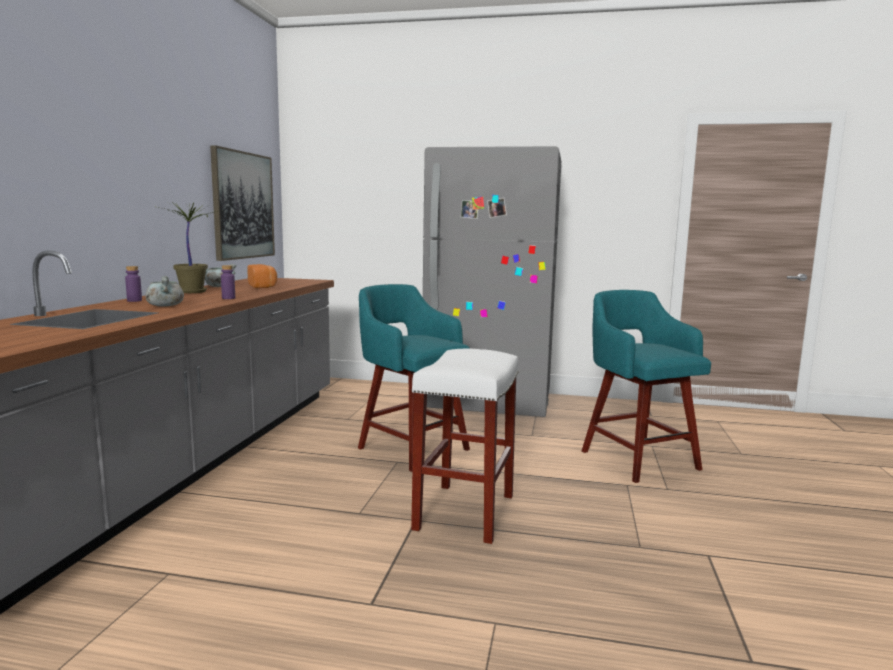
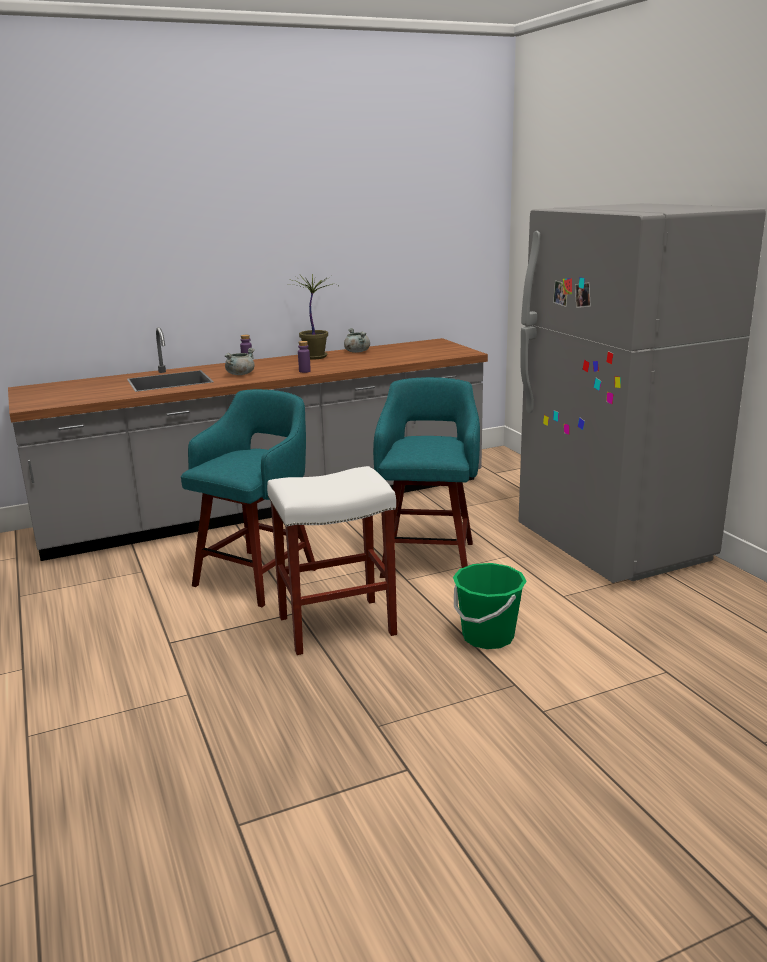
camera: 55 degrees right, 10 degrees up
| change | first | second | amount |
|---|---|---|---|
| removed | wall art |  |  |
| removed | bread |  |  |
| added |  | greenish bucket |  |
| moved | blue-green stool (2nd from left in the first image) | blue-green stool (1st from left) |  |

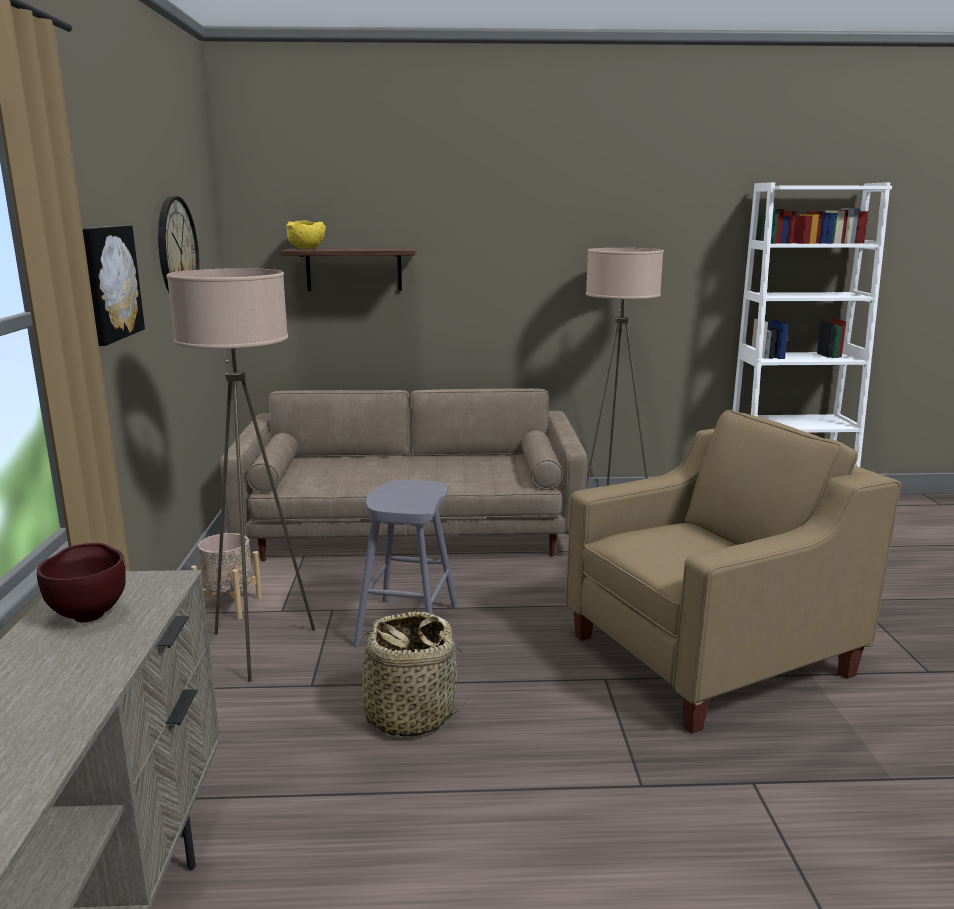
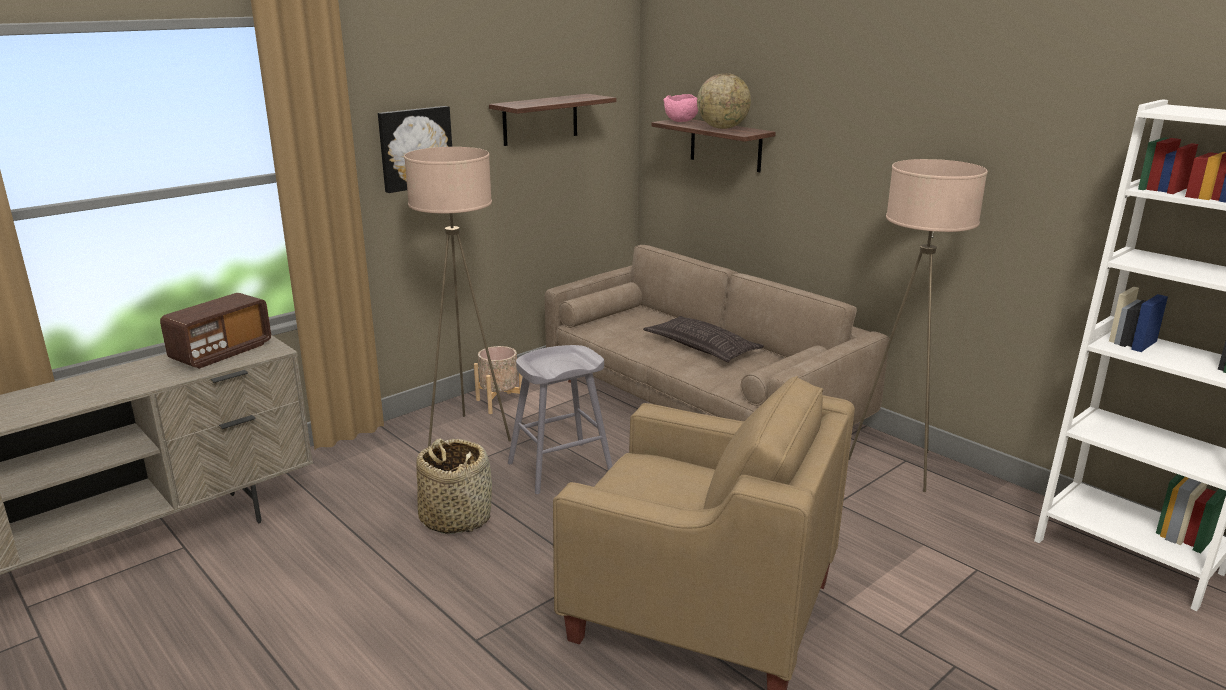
camera: 50 degrees right, 5 degrees up
| change | first | second | amount |
|---|---|---|---|
| added |  | throw pillow |  |
| added |  | desk globe |  |
| replaced | brown serving bowl | radio receiver |  |
| replaced | hanging clock | shelf (1st from left) |  |
| recoloured | yellow serving bowl | pinkish serving bowl |  |

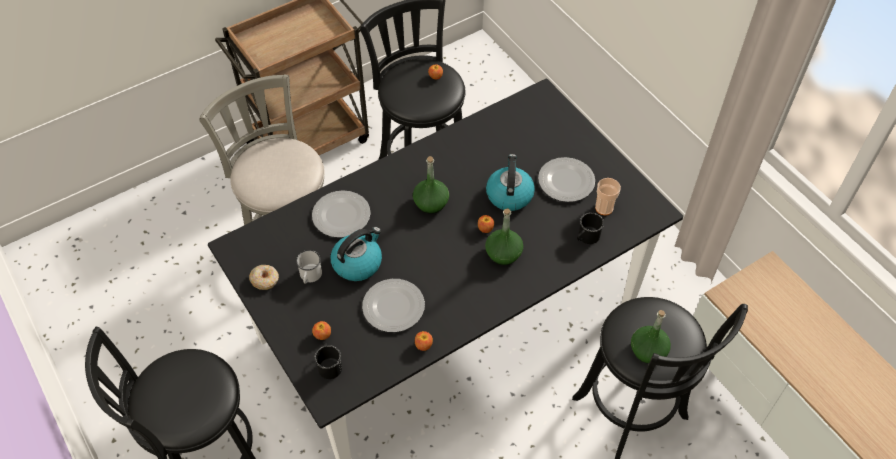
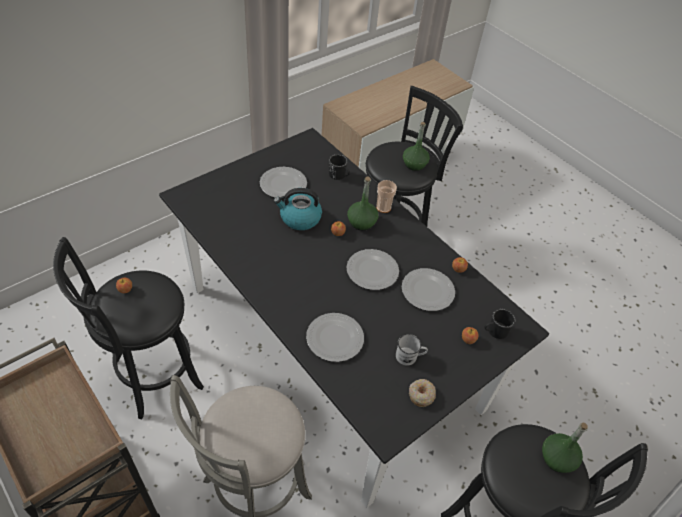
camera: 100 degrees left, 5 degrees down
| change | first | second | amount |
|---|---|---|---|
| removed | tea kettle (1st from left) |  |  |
| added |  | dinner plate (3rd from left) |  |
| moved | greenish drink bottle (1st from left in the first image) | greenish drink bottle (3rd from left) |  |
| moved | small cup |  |  |

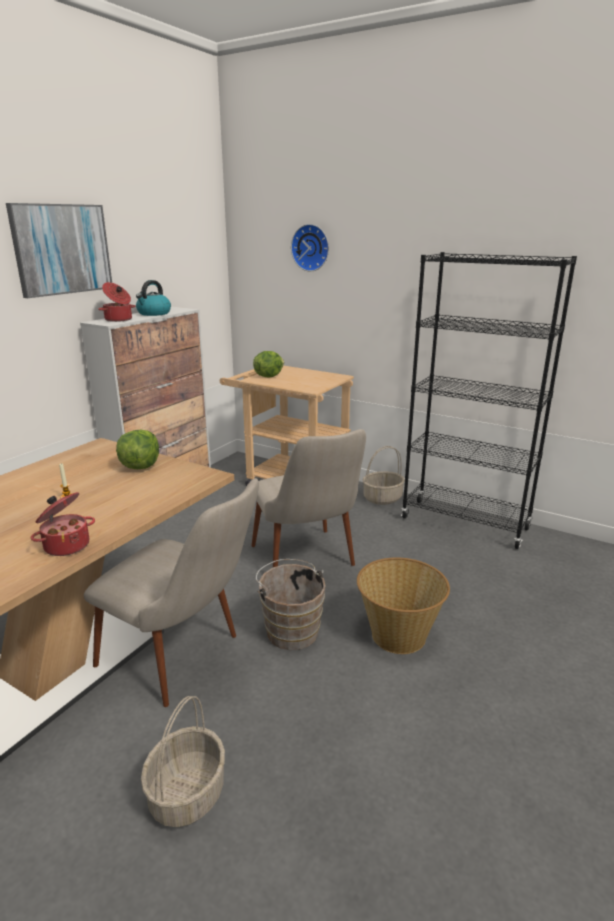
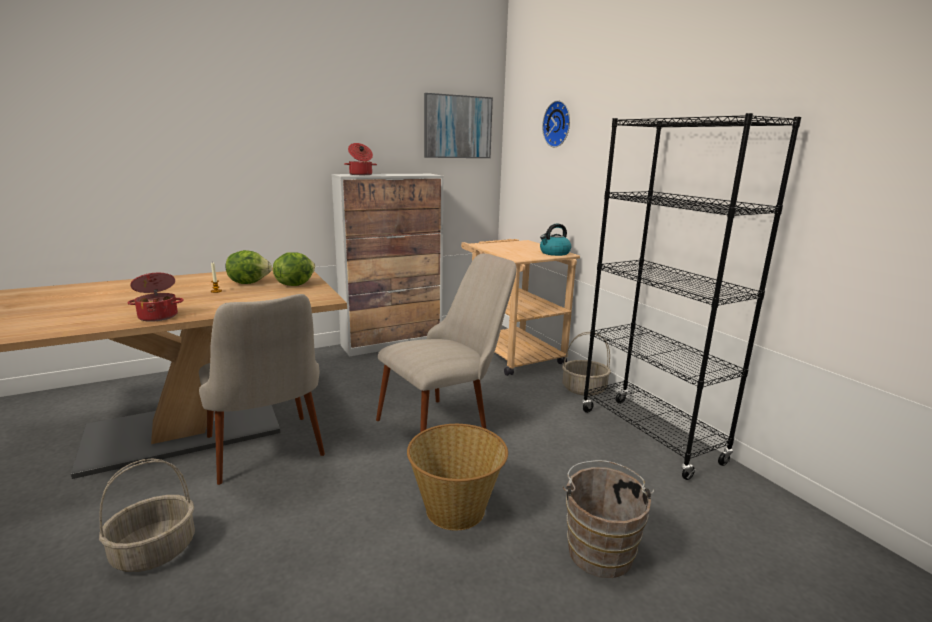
camera: 30 degrees right, 5 degrees down
| change | first | second | amount |
|---|---|---|---|
| moved | wall art |  |  |
| moved | tea kettle |  |  |
| moved | lettuce (2nd from left in the first image) | lettuce (1st from left) |  |
| moved | brown bucket |  |  |
| turned | beige chair (2nd from left) |  | 135 degrees counterclockwise |

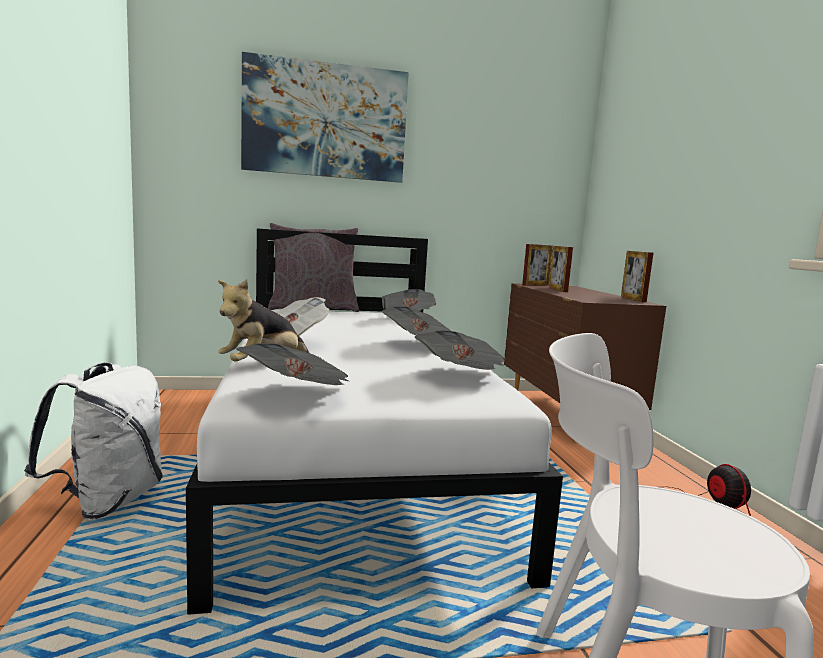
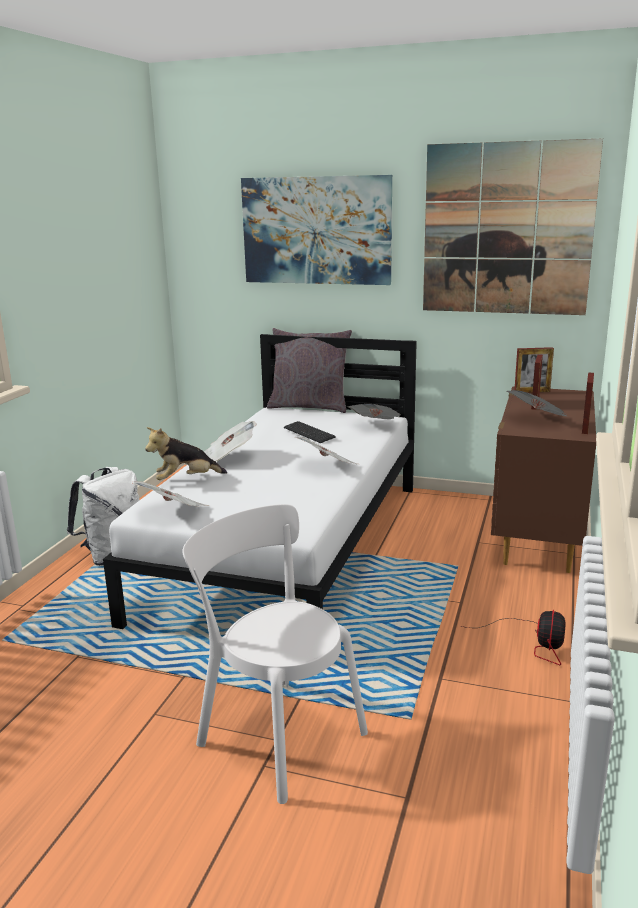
camera: 30 degrees right, 10 degrees up
| change | first | second | amount |
|---|---|---|---|
| added |  | PC keyboard |  |
| added |  | wall art (2nd from left) |  |
| moved | printed paper (5th from left) |  |  |

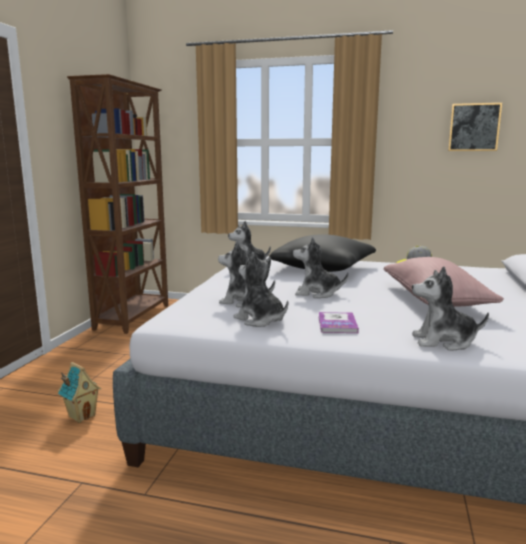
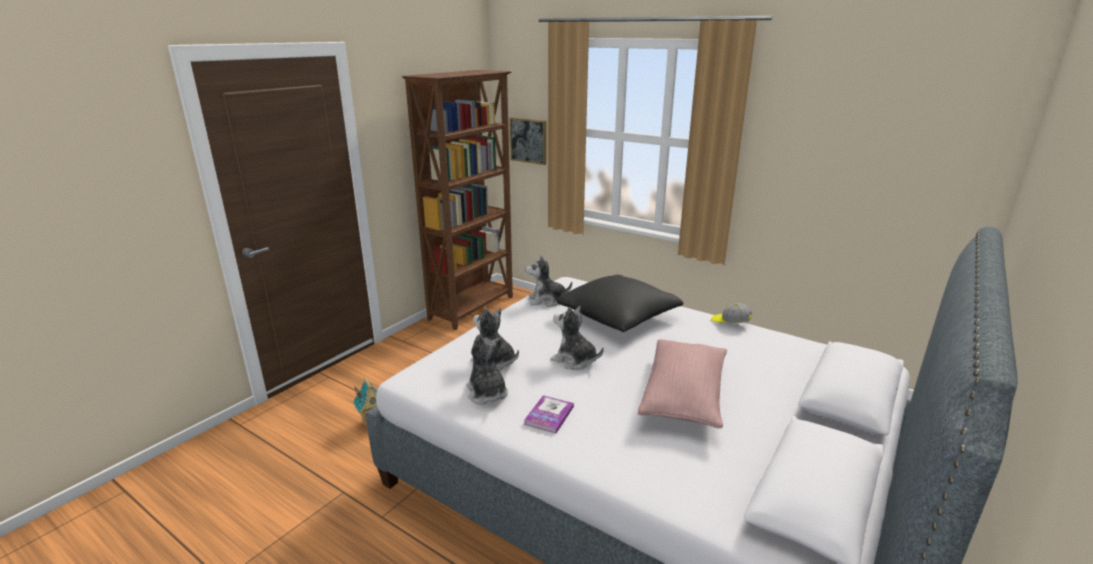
camera: 20 degrees right, 10 degrees up
| change | first | second | amount |
|---|---|---|---|
| removed | soft toy (5th from left) |  |  |
| moved | wall art |  |  |

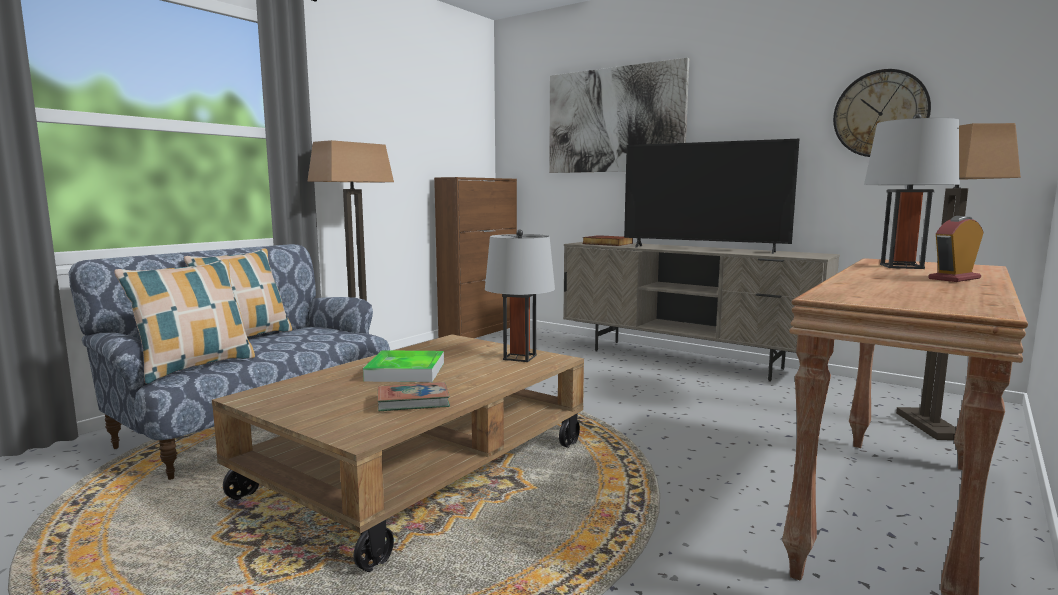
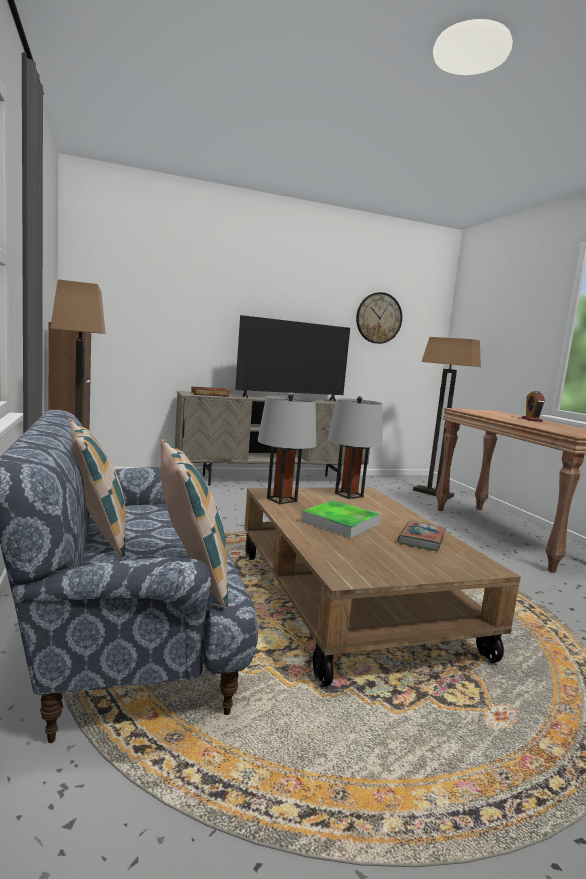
camera: 55 degrees left, 0 degrees up
| change | first | second | amount |
|---|---|---|---|
| removed | wall art |  |  |
| moved | grey lamp for a table (2nd from left in the first image) | grey lamp for a table (1st from left) |  |

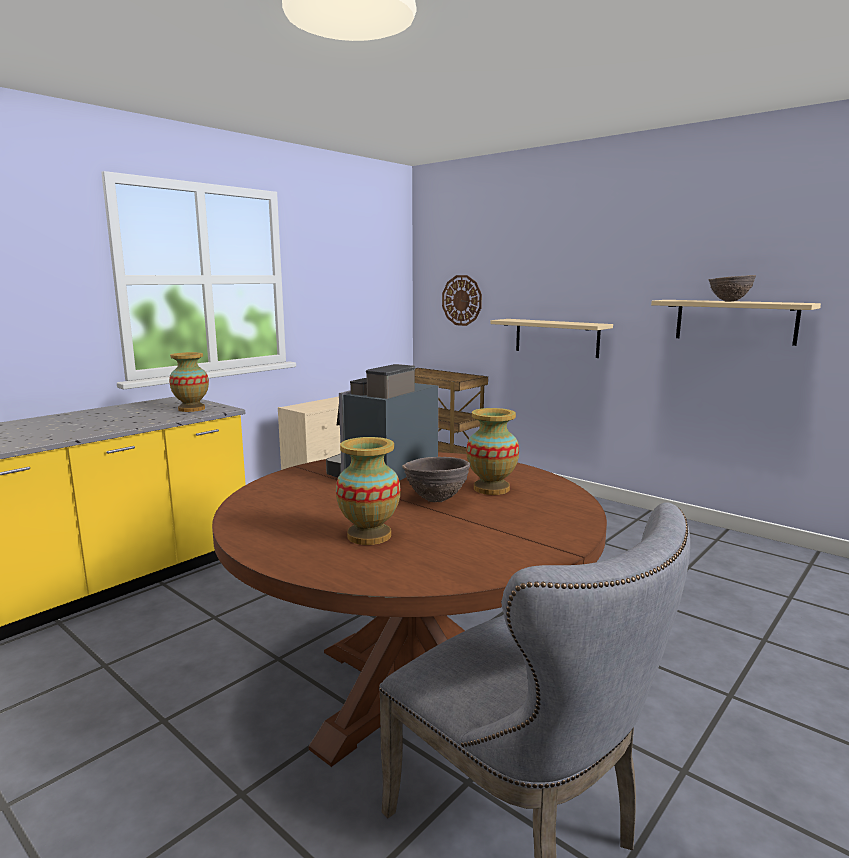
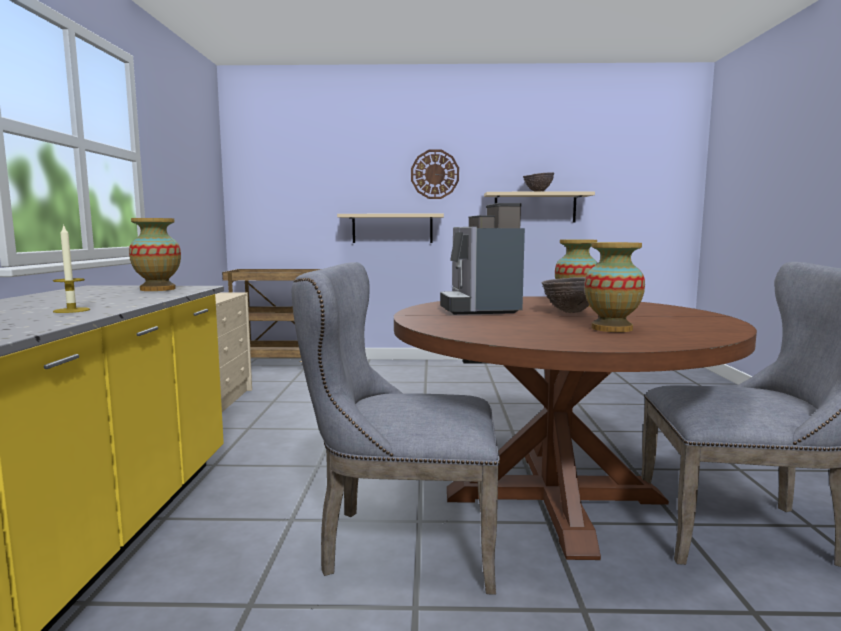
camera: 40 degrees left, 5 degrees down
| change | first | second | amount |
|---|---|---|---|
| added |  | candle |  |
| added |  | grey chair (1st from left) |  |
| moved | hanging clock |  |  |

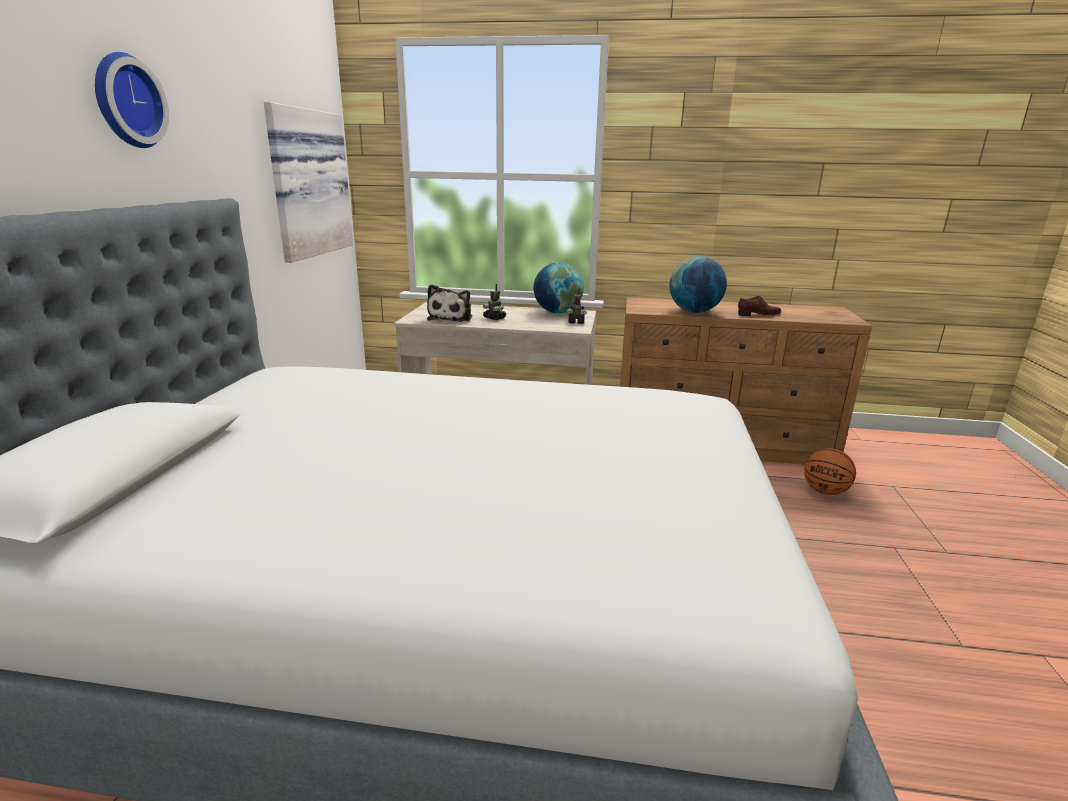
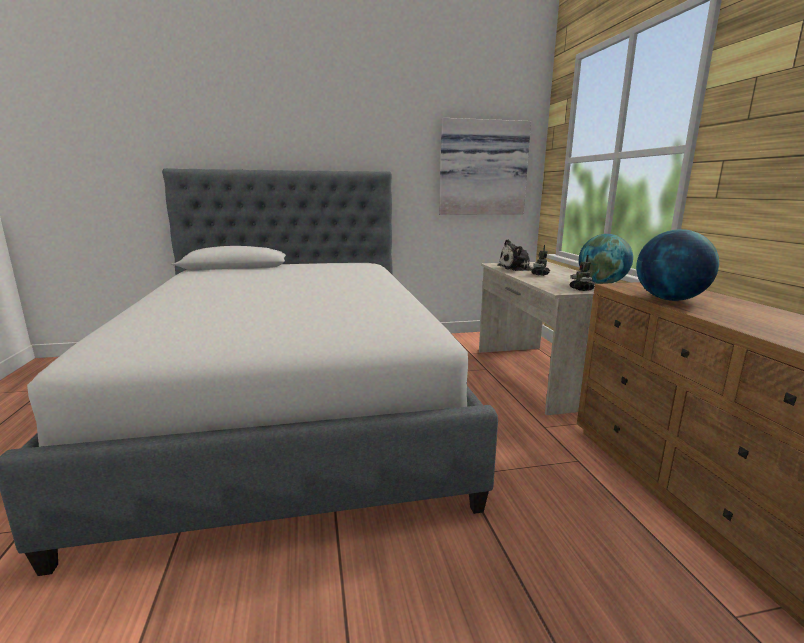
camera: 70 degrees right, 5 degrees down
| change | first | second | amount |
|---|---|---|---|
| removed | hanging clock |  |  |
| removed | brown item of footwear |  |  |
| removed | ball for basketball |  |  |

